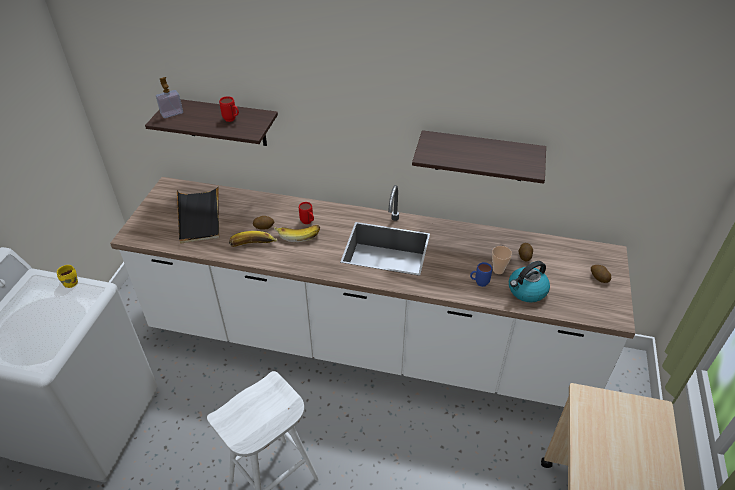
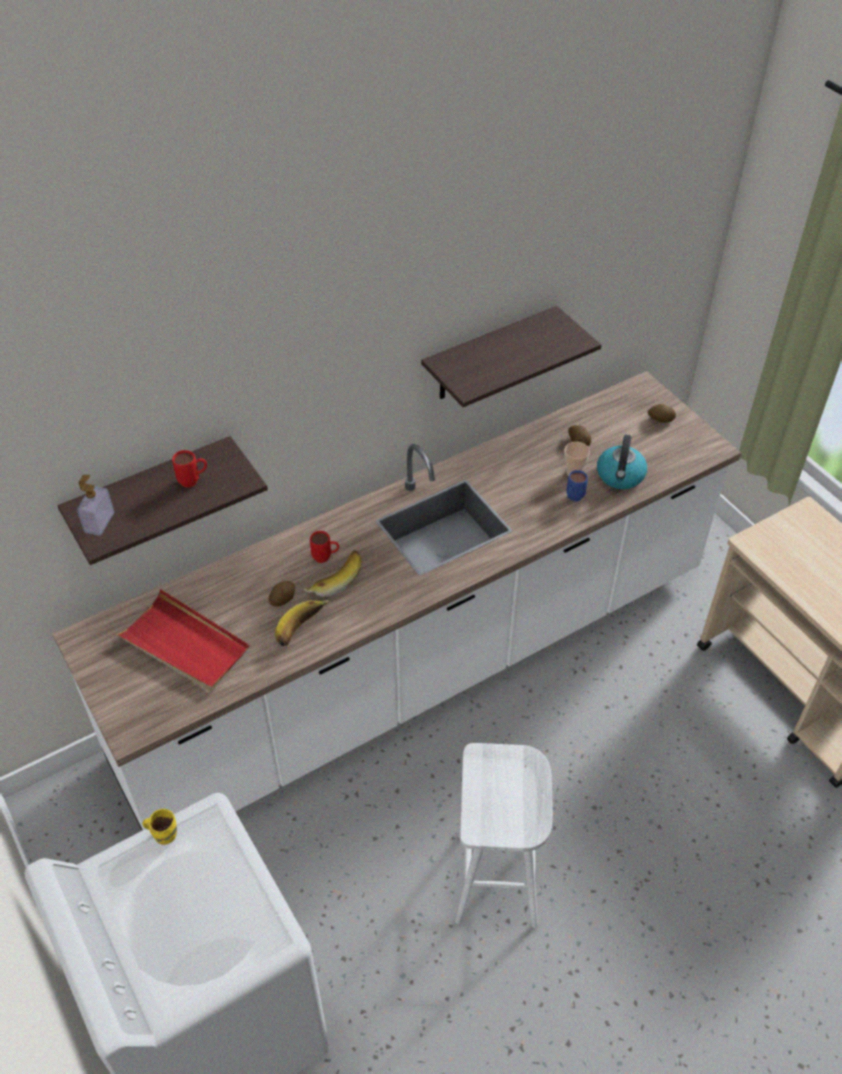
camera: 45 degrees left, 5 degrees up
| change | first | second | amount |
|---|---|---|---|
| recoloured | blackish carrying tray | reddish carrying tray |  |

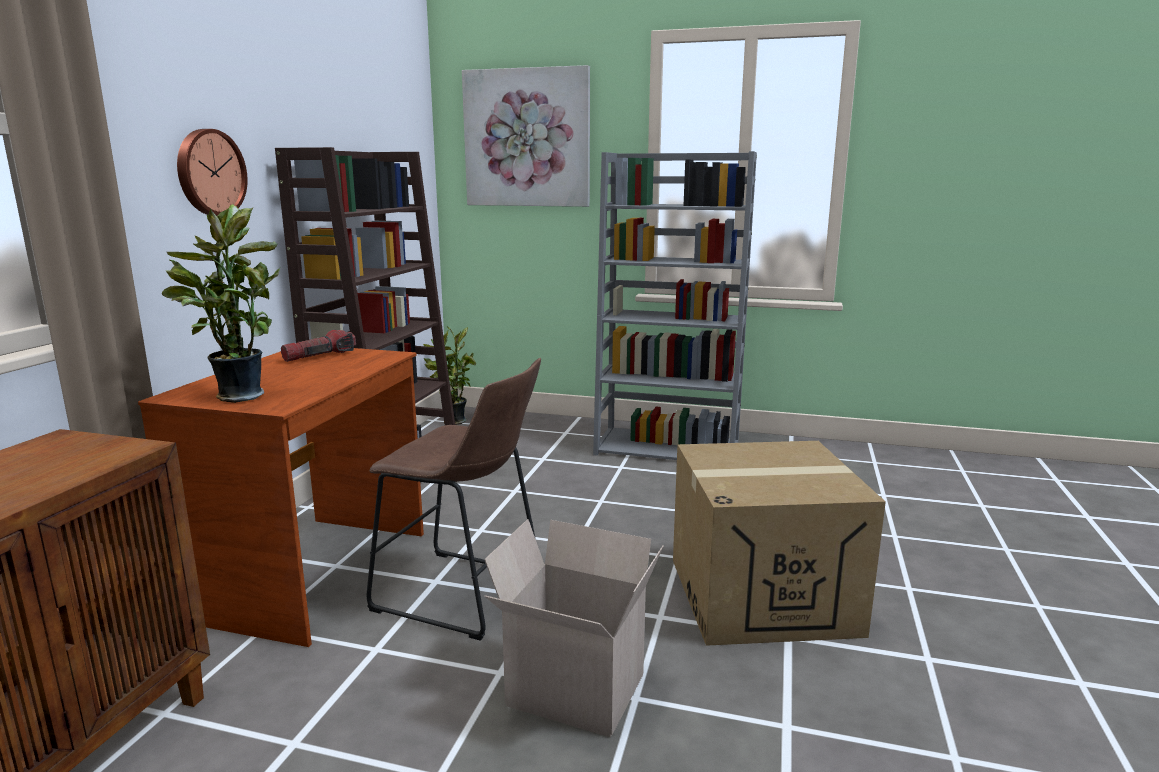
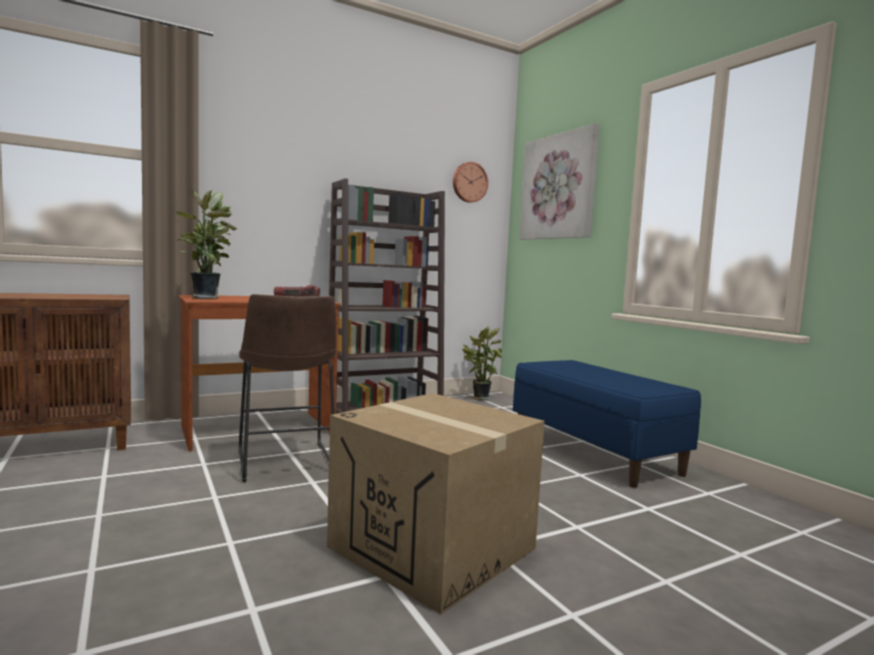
camera: 45 degrees right, 10 degrees down
| change | first | second | amount |
|---|---|---|---|
| removed | carton (1st from left) |  |  |
| moved | hanging clock |  |  |
| replaced | grey bookshelf | blue bench |  |

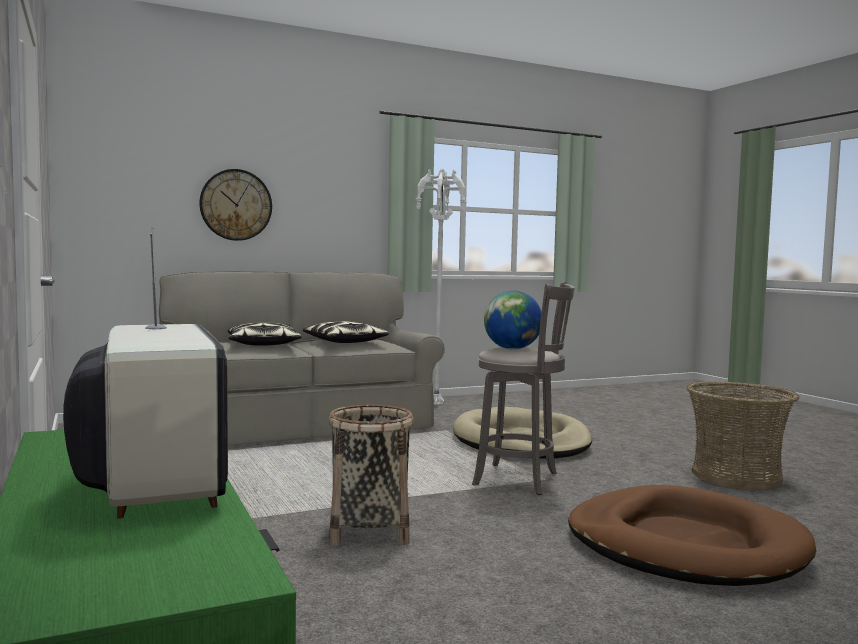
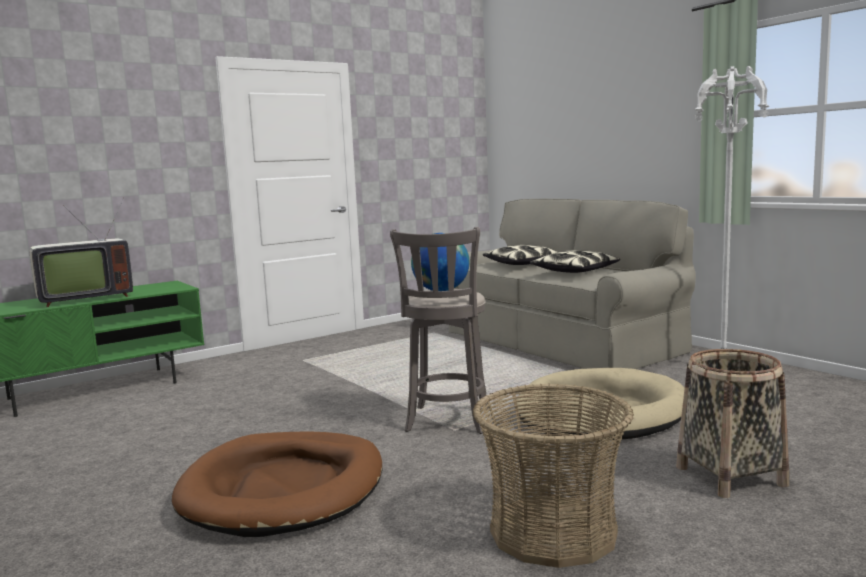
camera: 80 degrees right, 5 degrees up
| change | first | second | amount |
|---|---|---|---|
| removed | hanging clock |  |  |
| moved | basket (1st from left in the first image) | basket (2nd from left) |  |

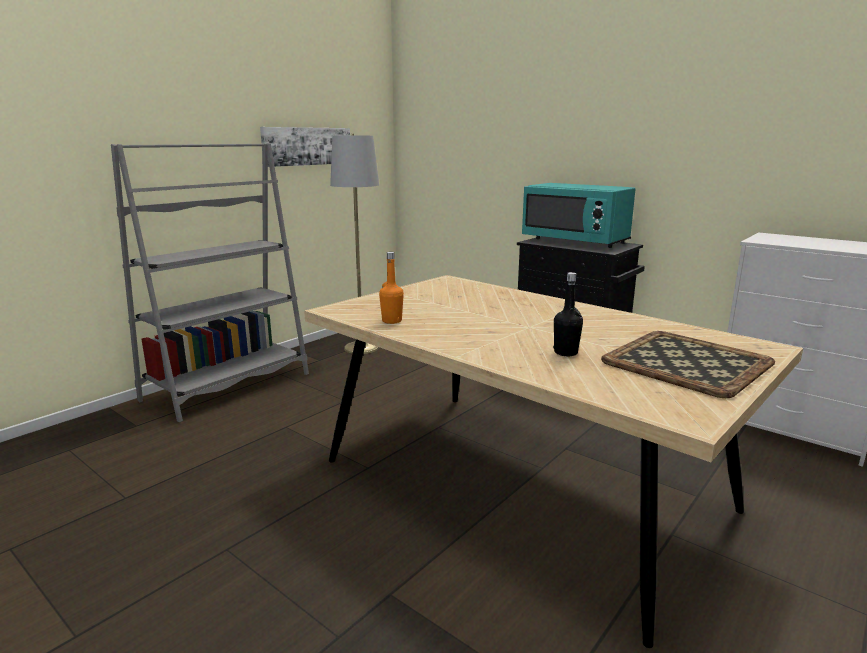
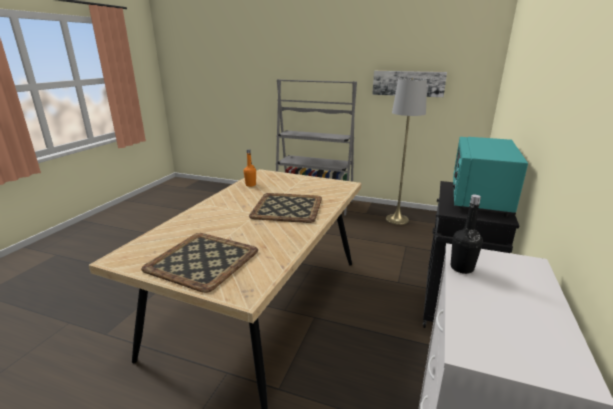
camera: 70 degrees right, 5 degrees up
| change | first | second | amount |
|---|---|---|---|
| added |  | carrying tray (2nd from left) |  |
| moved | blackish drink bottle |  |  |

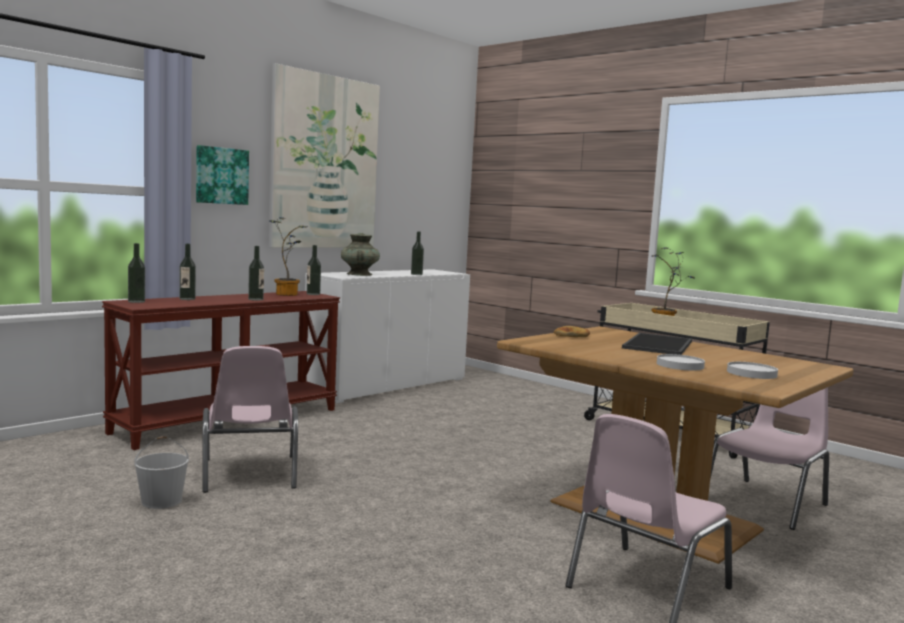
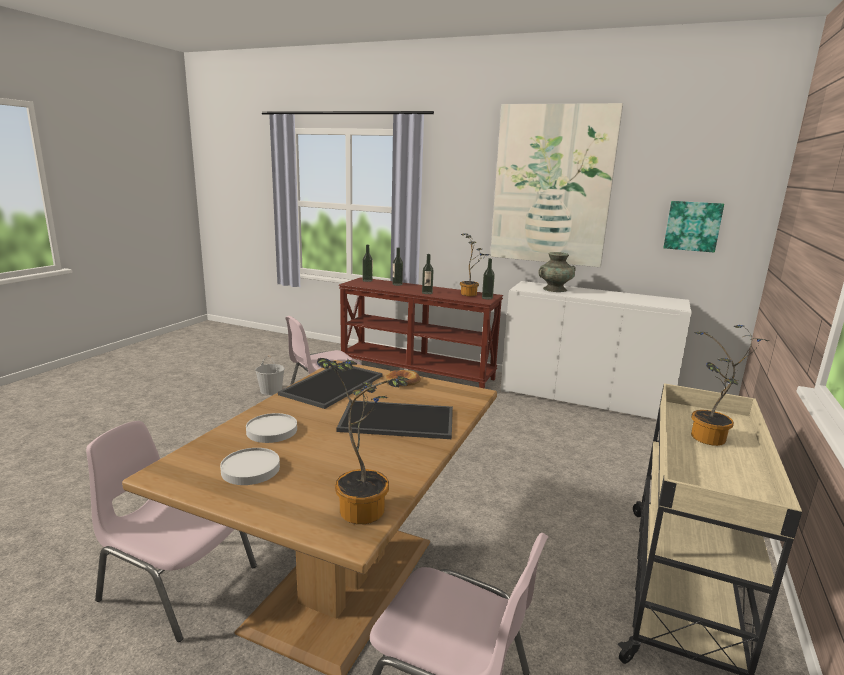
camera: 70 degrees right, 10 degrees up
| change | first | second | amount |
|---|---|---|---|
| removed | drink bottle (5th from left) |  |  |
| added |  | carrying tray (1st from left) |  |
| added |  | potted plant (1st from left) |  |
| moved | wall art (1st from left in the first image) | wall art (2nd from left) |  |

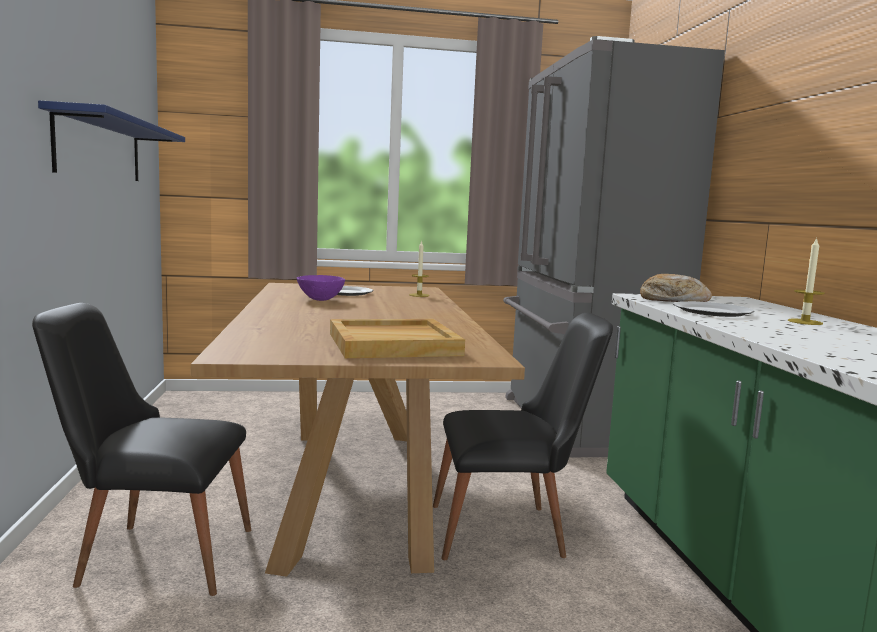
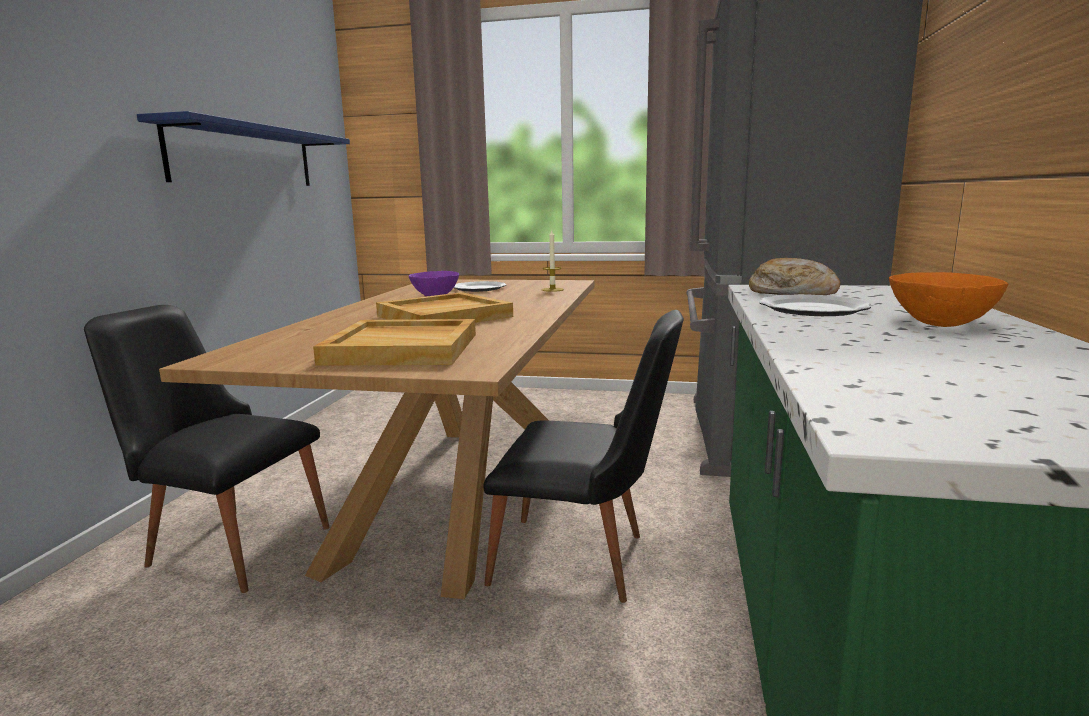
camera: 20 degrees right, 5 degrees up
| change | first | second | amount |
|---|---|---|---|
| added |  | beige carrying tray (2nd from left) |  |
| replaced | candle (2nd from left) | orangey serving bowl |  |

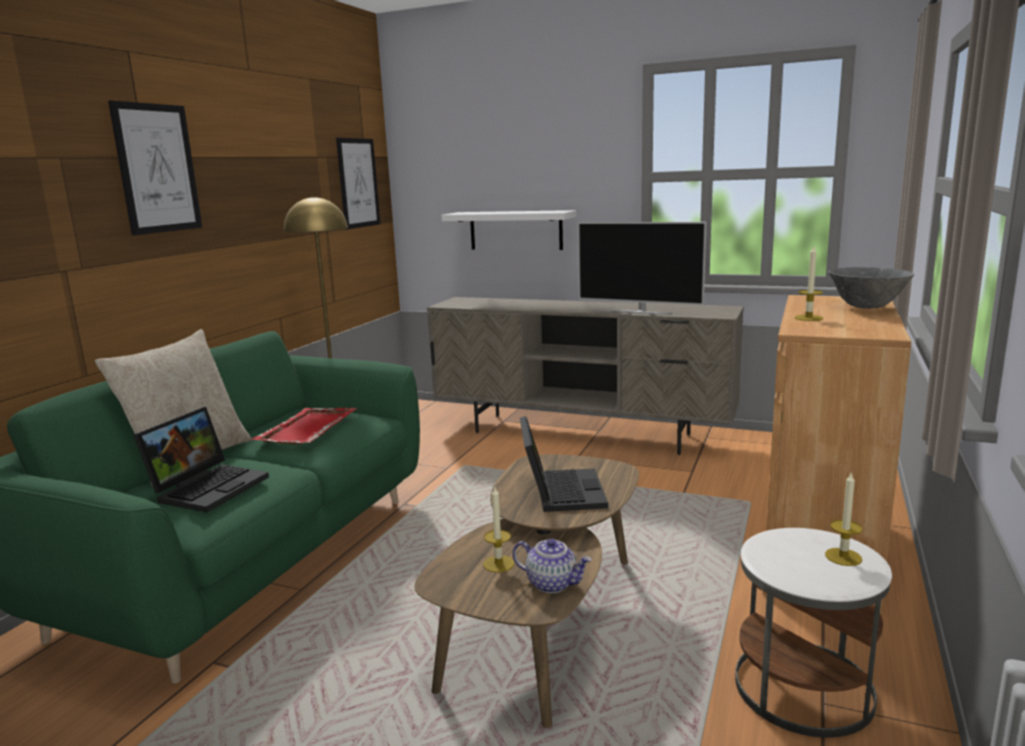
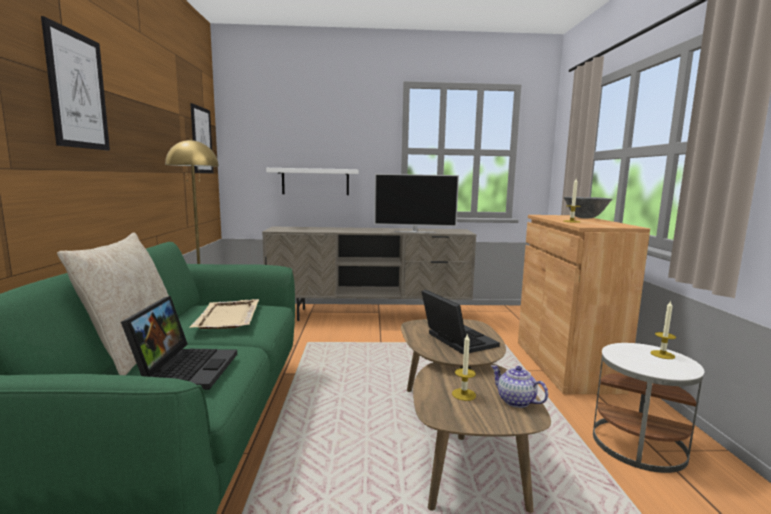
camera: 25 degrees left, 5 degrees down
| change | first | second | amount |
|---|---|---|---|
| recoloured | reddish carrying tray | beige carrying tray |  |
| turned | pot for tea |  | 135 degrees counterclockwise |

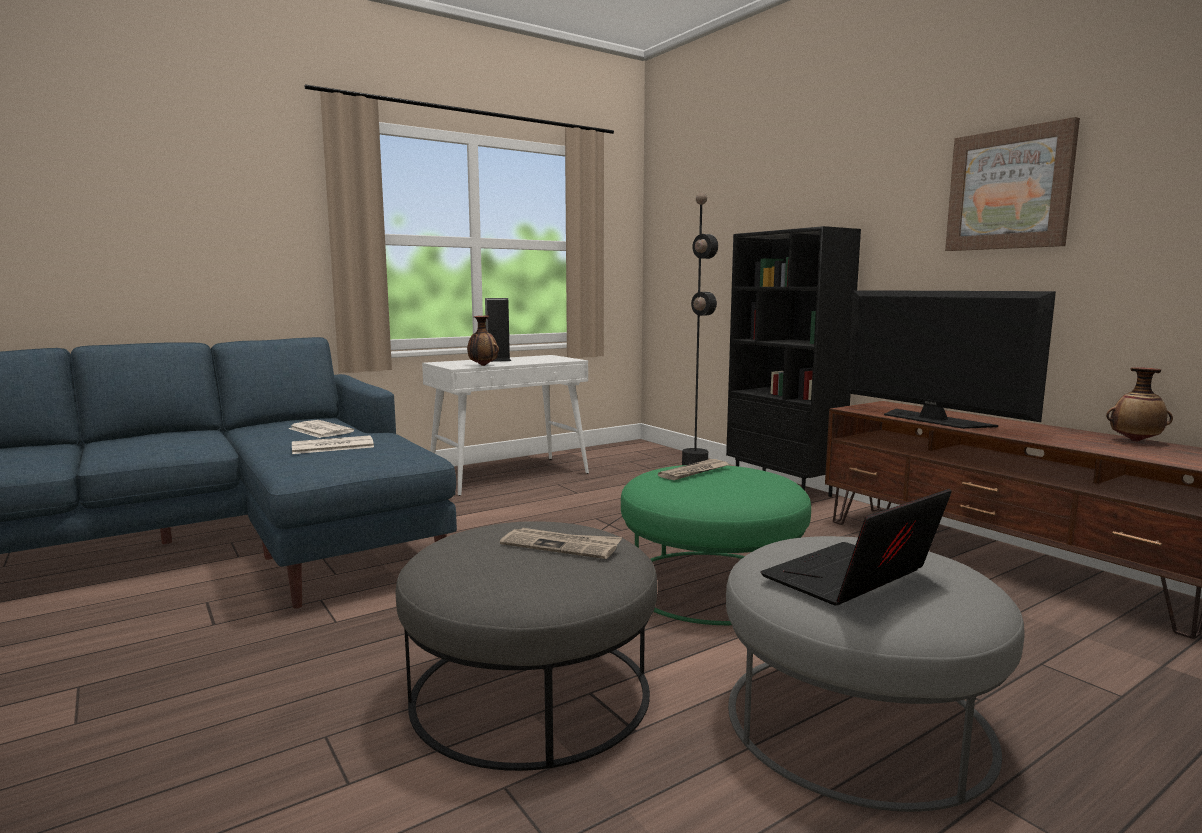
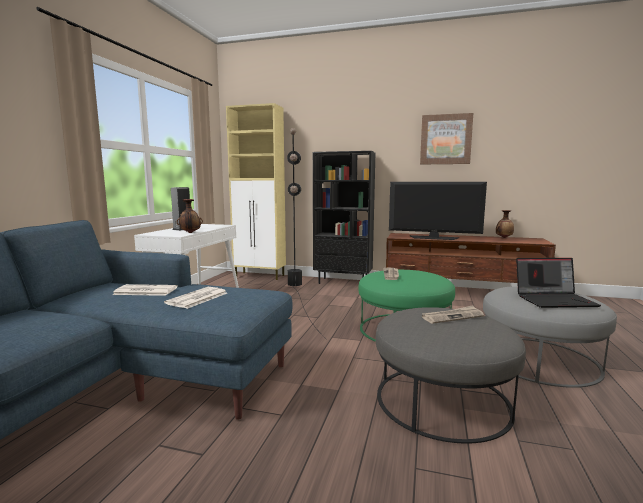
camera: 40 degrees left, 0 degrees up
| change | first | second | amount |
|---|---|---|---|
| added |  | beige cupboard |  |
| turned | laptop |  | 105 degrees counterclockwise |

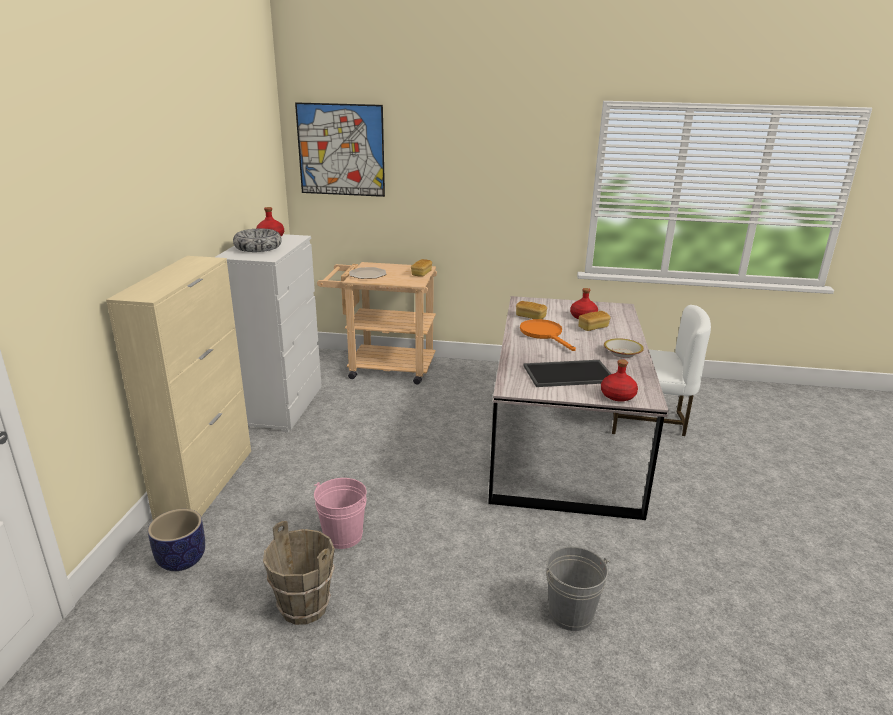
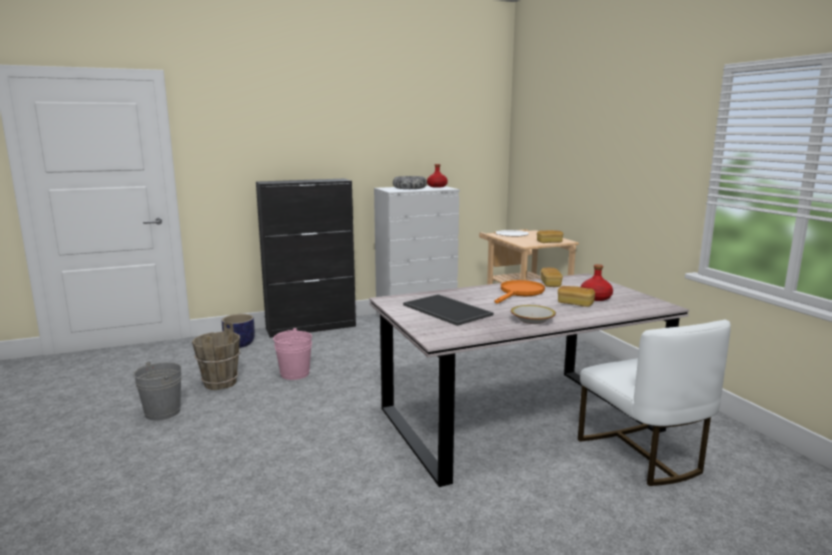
camera: 60 degrees right, 10 degrees down
| change | first | second | amount |
|---|---|---|---|
| removed | wall art |  |  |
| removed | reddish drink bottle (3rd from left) |  |  |
| moved | grey bucket |  |  |
| recoloured | beige cupboard | blackish cupboard |  |

